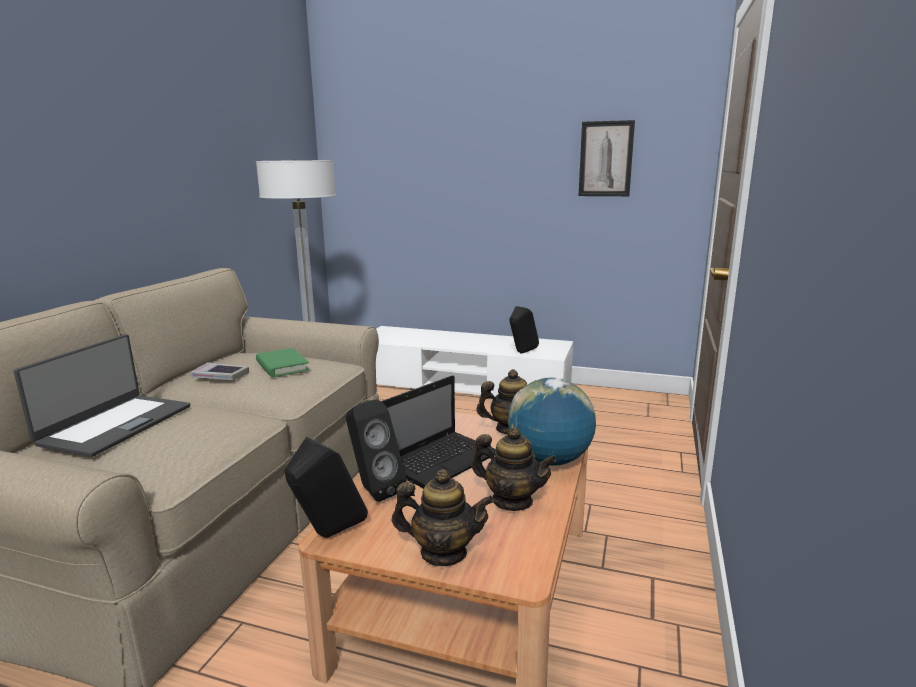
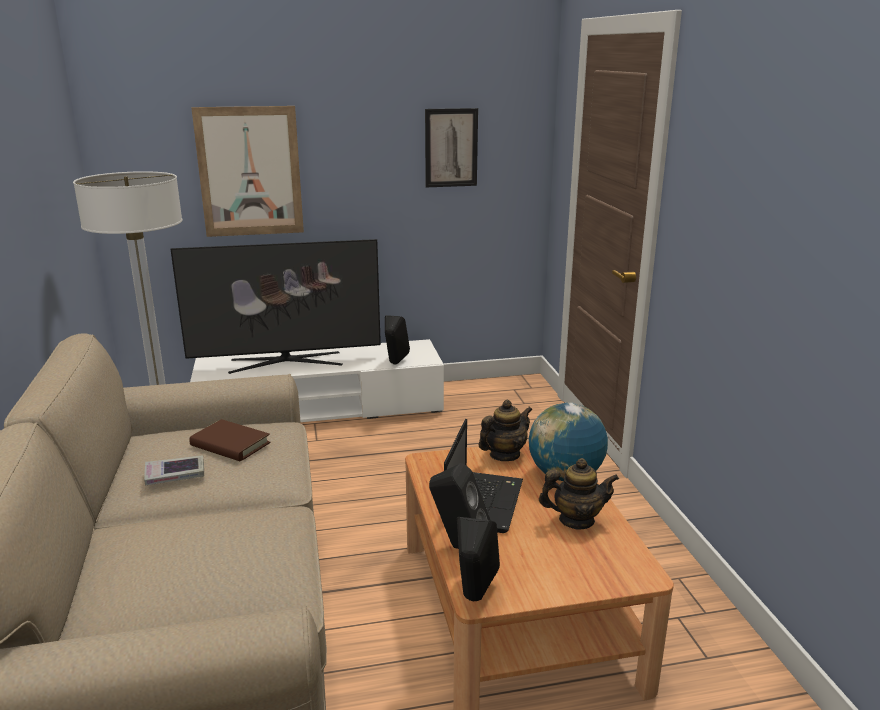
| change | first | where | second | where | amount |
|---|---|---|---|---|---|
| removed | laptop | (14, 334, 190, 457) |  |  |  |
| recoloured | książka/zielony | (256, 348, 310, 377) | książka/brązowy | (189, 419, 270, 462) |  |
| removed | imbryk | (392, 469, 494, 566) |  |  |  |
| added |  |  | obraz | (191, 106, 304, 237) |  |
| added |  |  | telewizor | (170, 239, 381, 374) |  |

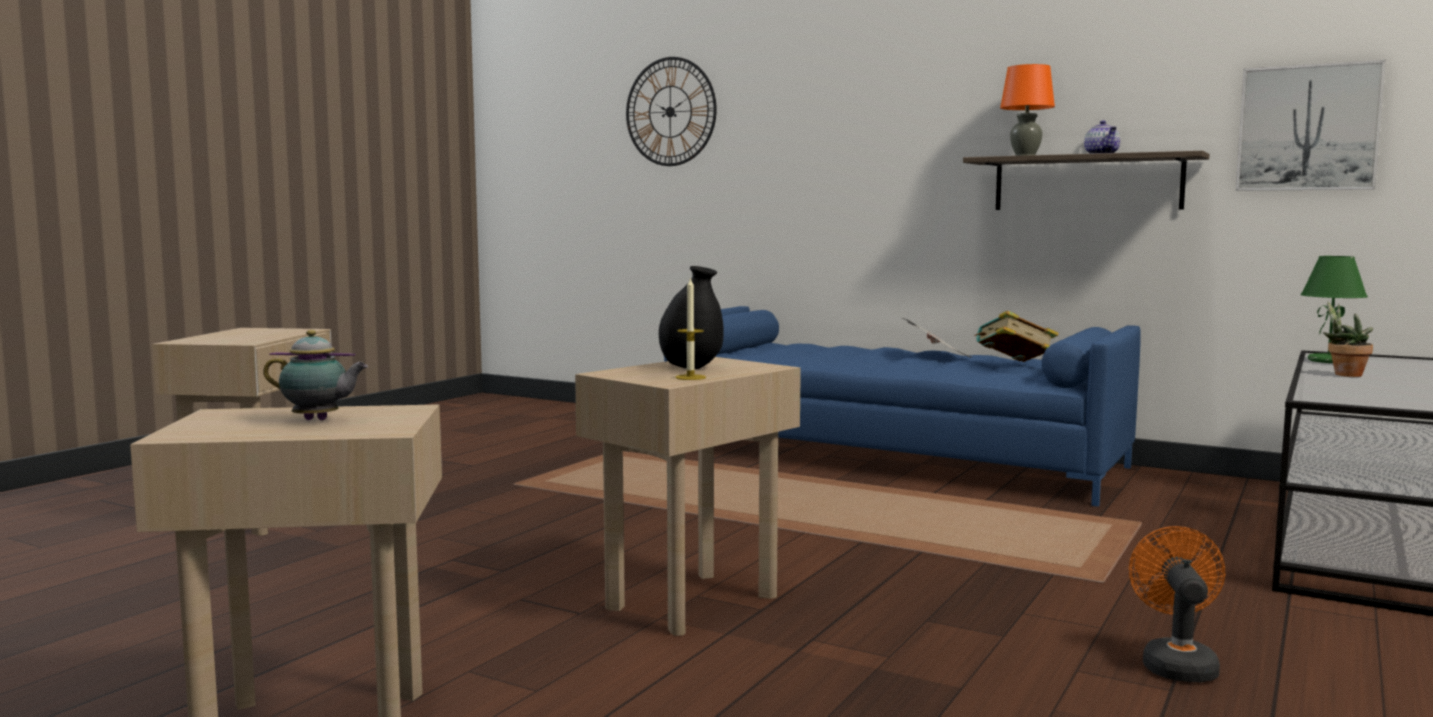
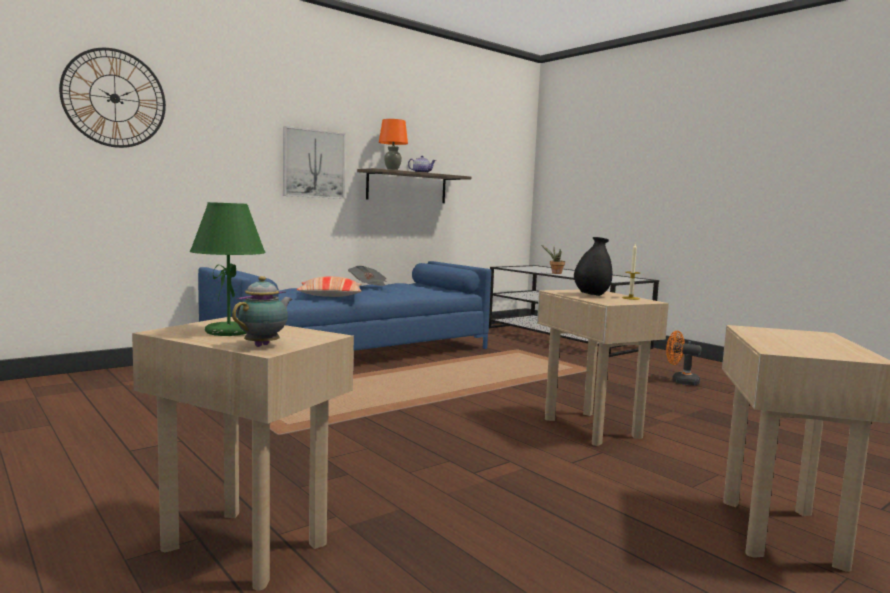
| change | first | where | second | where | amount |
|---|---|---|---|---|---|
| moved | obraz | (1236, 60, 1386, 191) |  | (283, 126, 346, 199) |  |
| moved | lampa stołowa/zielony | (1301, 256, 1368, 363) |  | (190, 202, 266, 336) |  |
| removed | książka | (974, 310, 1058, 362) |  |  |  |
| moved | imbryk | (263, 330, 368, 420) |  | (232, 276, 292, 347) |  |
| added |  |  | poduszka | (296, 276, 362, 297) |  |

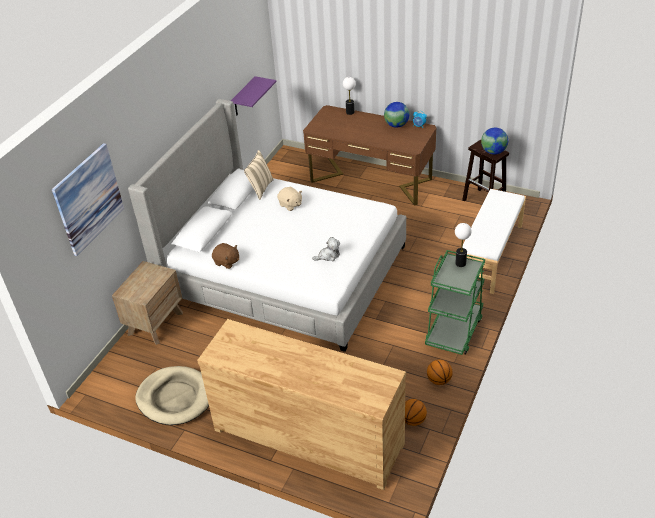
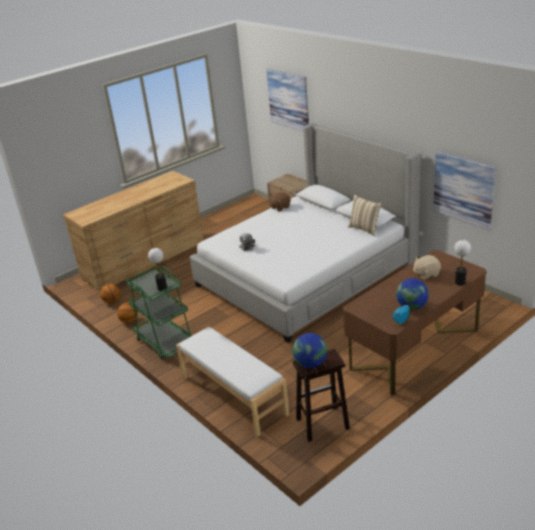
| change | first | where | second | where | amount |
|---|---|---|---|---|---|
| replaced | półka/fioletowy | (231, 76, 276, 115) | obraz | (433, 151, 496, 231) |  |
| moved | pluszak/beżowy | (277, 187, 302, 211) |  | (413, 255, 441, 280) |  |
| removed | legowisko/beżowy | (135, 366, 209, 425) |  |  |  |

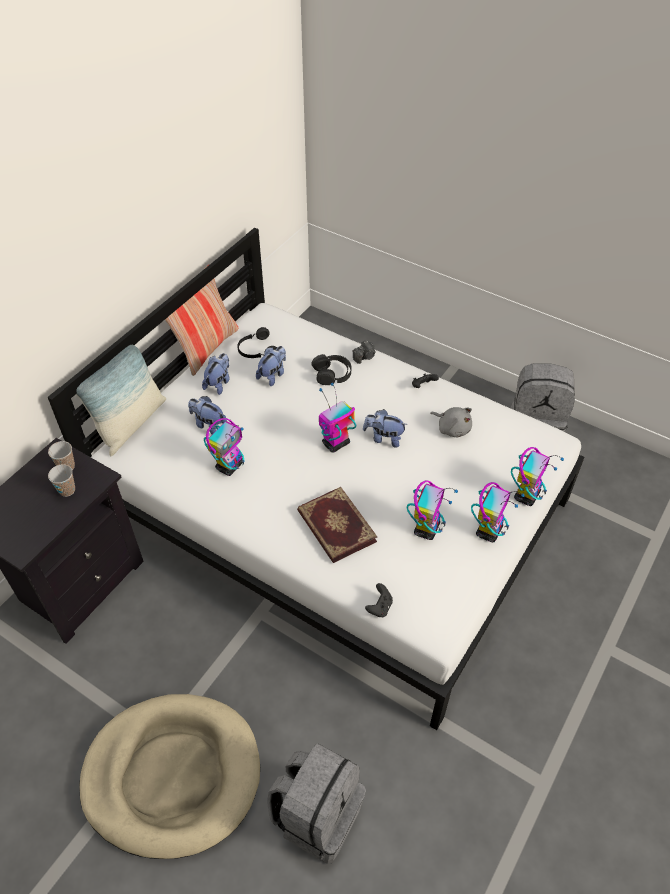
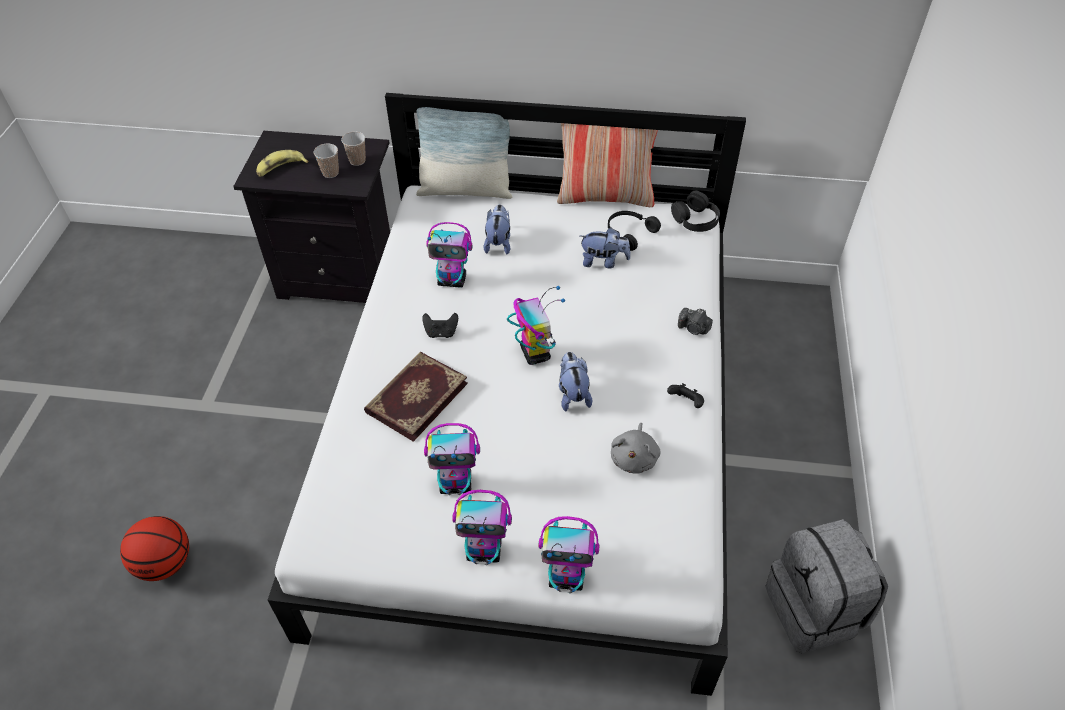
| change | first | where | second | where | amount |
|---|---|---|---|---|---|
| removed | pluszak | (202, 353, 230, 395) |  |  |  |
| moved | słuchawki/czarny | (311, 354, 352, 385) |  | (671, 191, 720, 232) |  |
| turned | robot zabawkowy | (319, 383, 356, 453) |  | (507, 286, 565, 365) | 45 degrees clockwise |
| moved | pad do gier/czarny | (365, 583, 393, 617) |  | (422, 313, 458, 338) |  |
| removed | legowisko/beżowy | (79, 694, 260, 859) |  |  |  |
| replaced | plecak/szary | (267, 743, 366, 864) | piłka do koszykówki | (120, 516, 189, 581) |  |
| added |  |  | banan | (256, 150, 309, 177) |  |

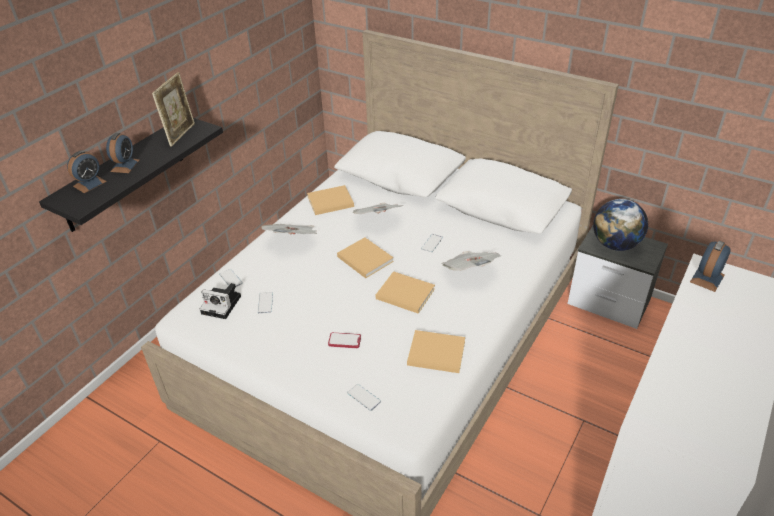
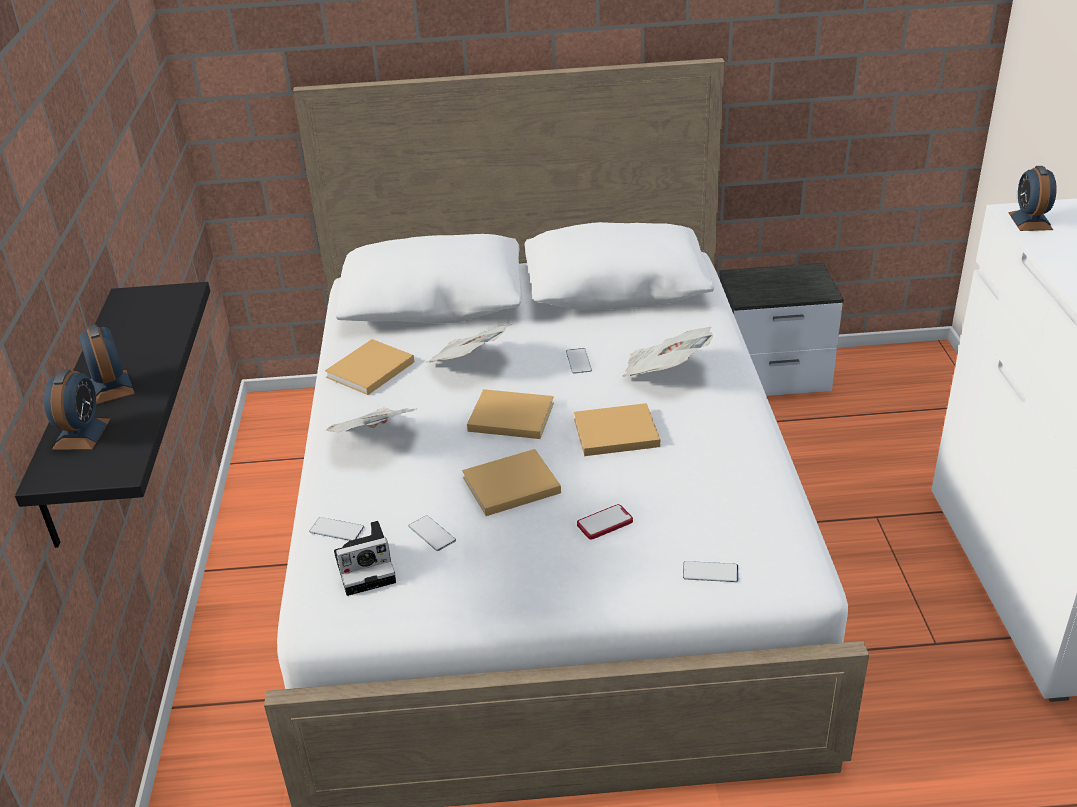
| change | first | where | second | where | amount |
|---|---|---|---|---|---|
| removed | ramka na zdjęcie | (152, 72, 195, 147) |  |  |  |
| removed | globus | (593, 199, 648, 251) |  |  |  |
| moved | książka/beżowy | (407, 330, 465, 373) |  | (462, 449, 561, 516) |  |

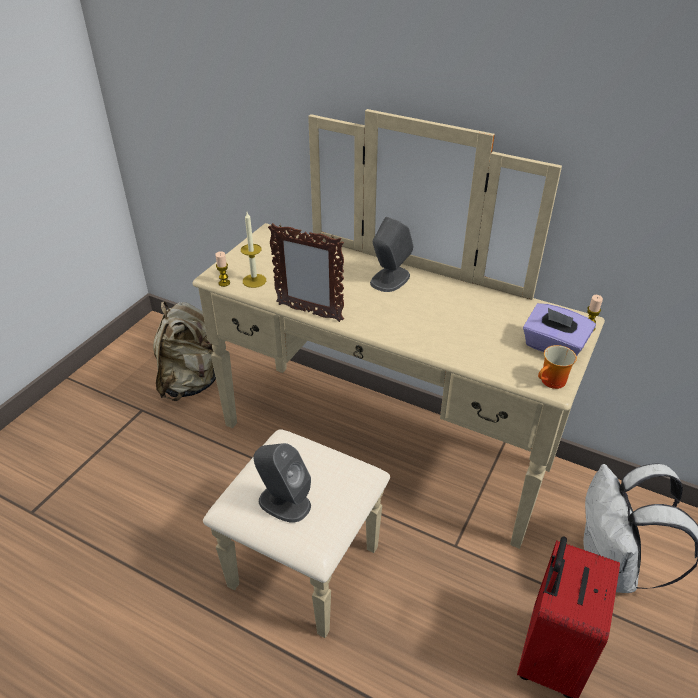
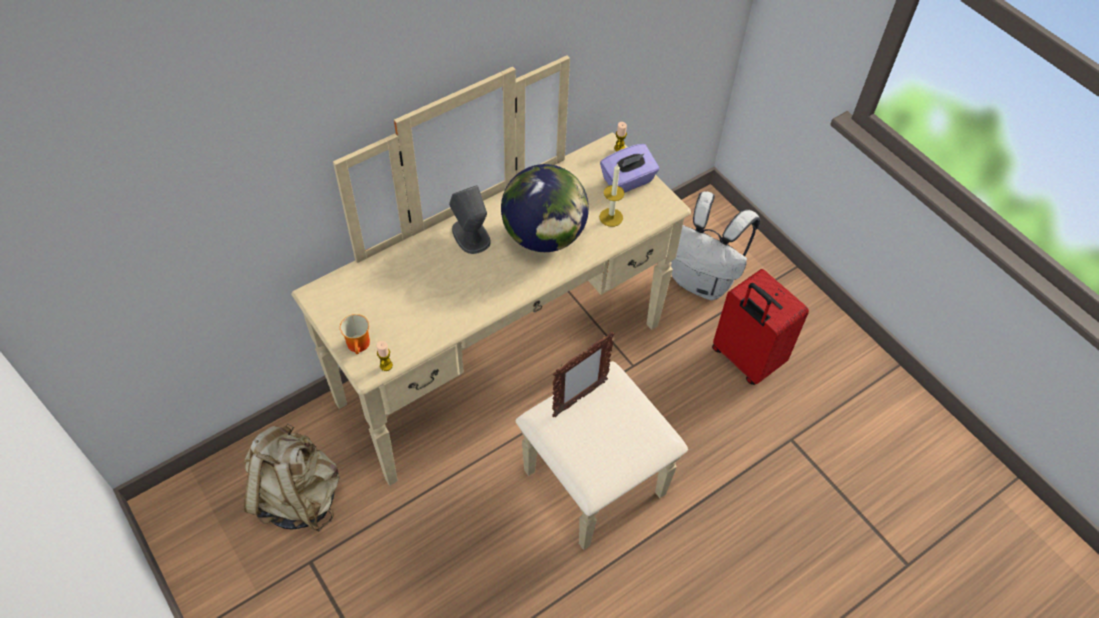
| change | first | where | second | where | amount |
|---|---|---|---|---|---|
| moved | świeca | (241, 212, 266, 288) |  | (599, 163, 625, 227) |  |
| moved | ramka na zdjęcie | (268, 223, 344, 322) |  | (552, 332, 615, 417) |  |
| moved | kubek | (538, 345, 577, 389) |  | (340, 314, 370, 354) |  |
| removed | głośnik/szary | (253, 443, 311, 523) |  |  |  |
| added |  |  | globus | (501, 164, 589, 252) |  |

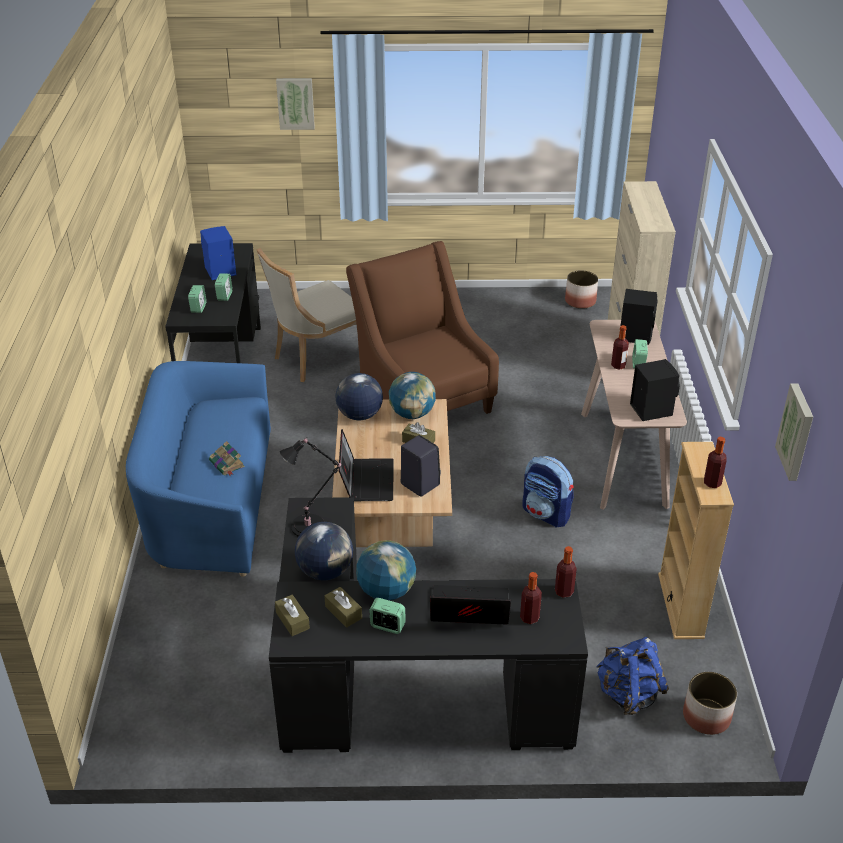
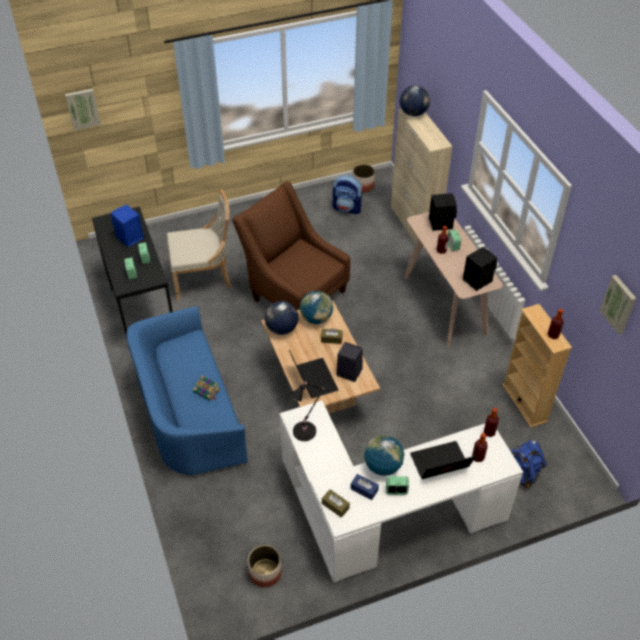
| change | first | where | second | where | amount |
|---|---|---|---|---|---|
| moved | obraz | (276, 78, 315, 130) |  | (65, 89, 101, 131) |  |
| turned | krzesło/beżowy | (257, 248, 356, 382) |  | (167, 189, 231, 301) | 135 degrees counterclockwise |
| moved | plecak | (522, 456, 574, 527) |  | (332, 175, 363, 215) |  |
| recoloured | biurko/czarny | (269, 497, 588, 753) | biurko/biały | (280, 400, 523, 583) |  |
| moved | globus | (295, 522, 353, 580) |  | (400, 85, 430, 116) |  |
| recoloured | pudełko chusteczek/brązowy | (324, 587, 362, 628) | pudełko chusteczek/niebieski | (350, 474, 379, 500) |  |
| moved | donica | (683, 672, 737, 735) |  | (248, 545, 282, 587) |  |

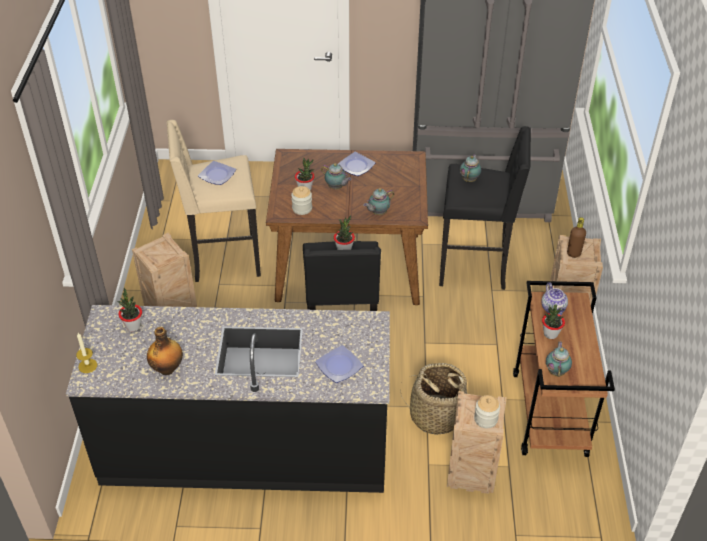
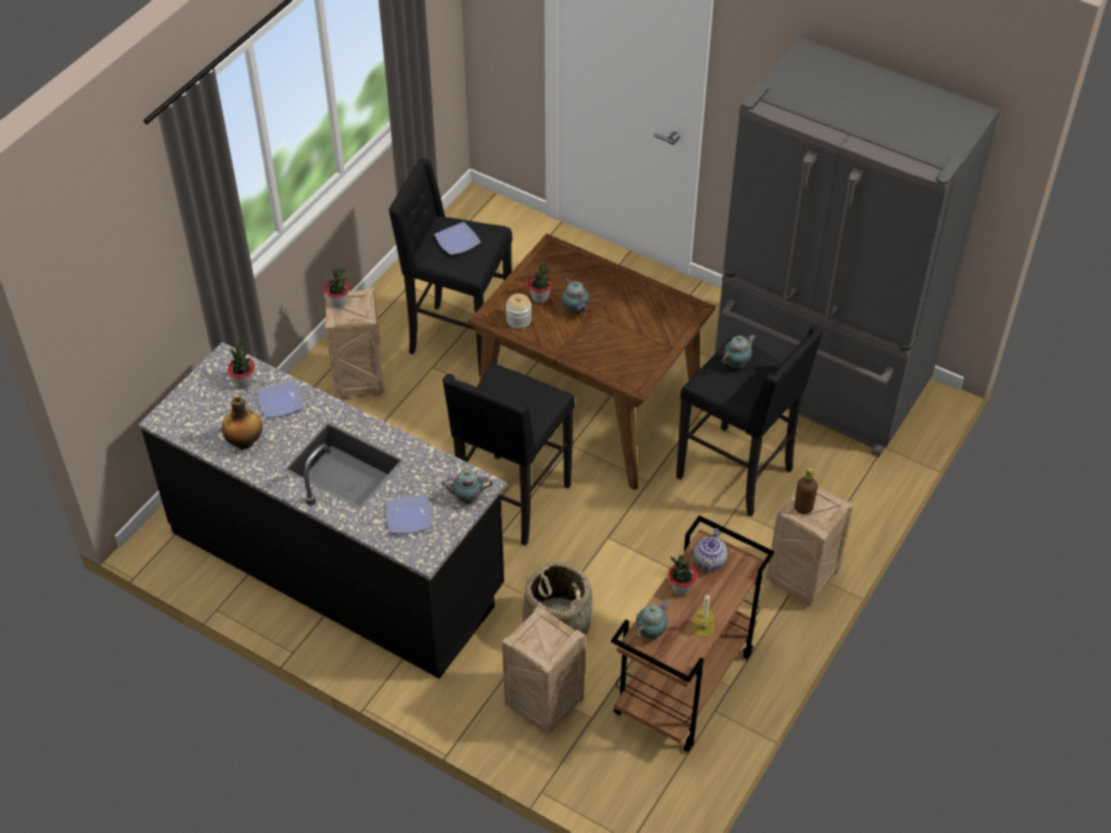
| change | first | where | second | where | amount |
|---|---|---|---|---|---|
| recoloured | stołek/beżowy | (167, 120, 261, 282) | stołek/czarny | (388, 158, 512, 376) |  |
| moved | talerz | (338, 152, 376, 176) |  | (257, 381, 303, 418) |  |
| moved | imbryk | (363, 188, 394, 215) |  | (441, 469, 493, 504) |  |
| moved | roślina doniczkowa | (334, 215, 355, 250) |  | (325, 267, 349, 308) |  |
| moved | świeca | (76, 333, 97, 373) |  | (693, 594, 715, 637) |  |
| removed | słoik | (474, 395, 500, 428) |  |  |  |

